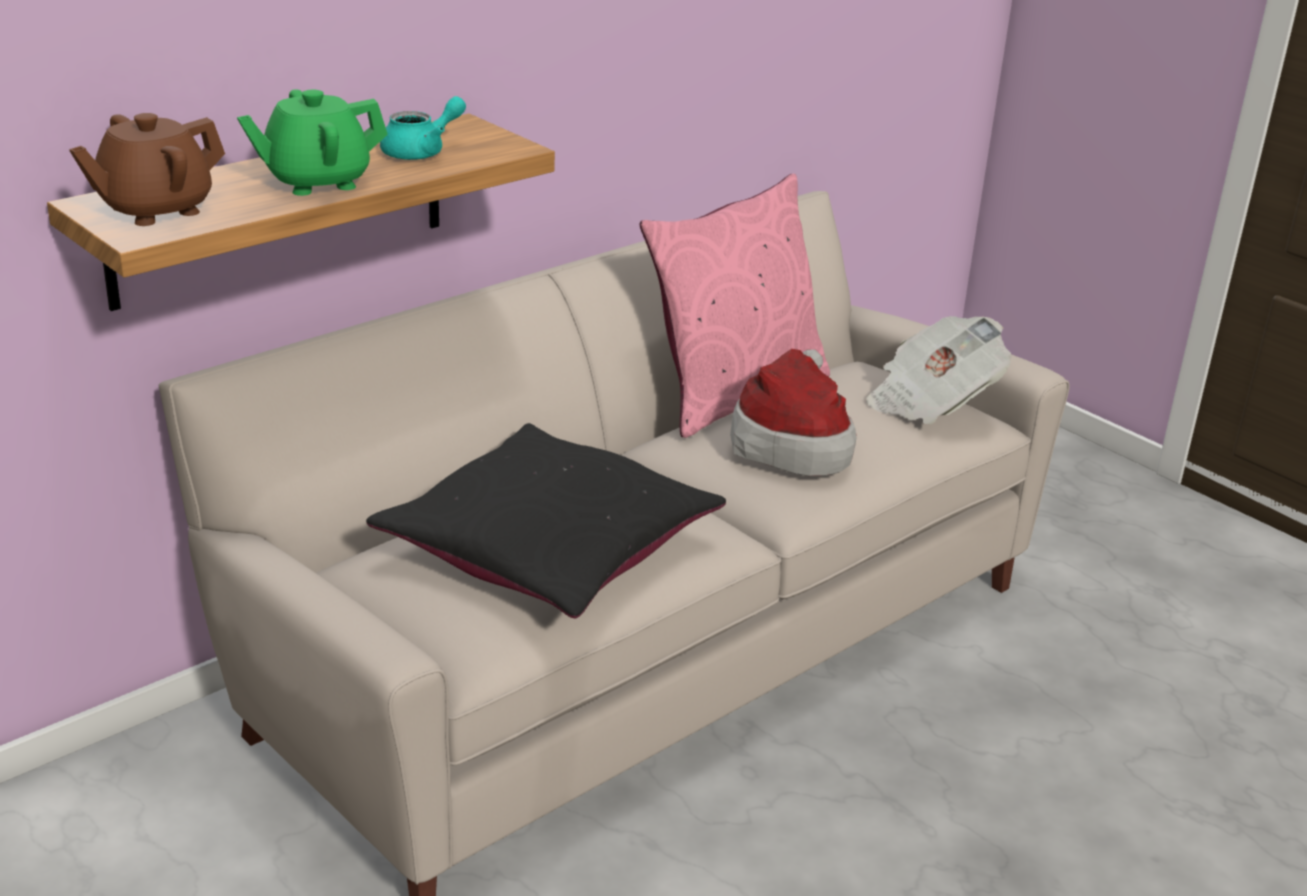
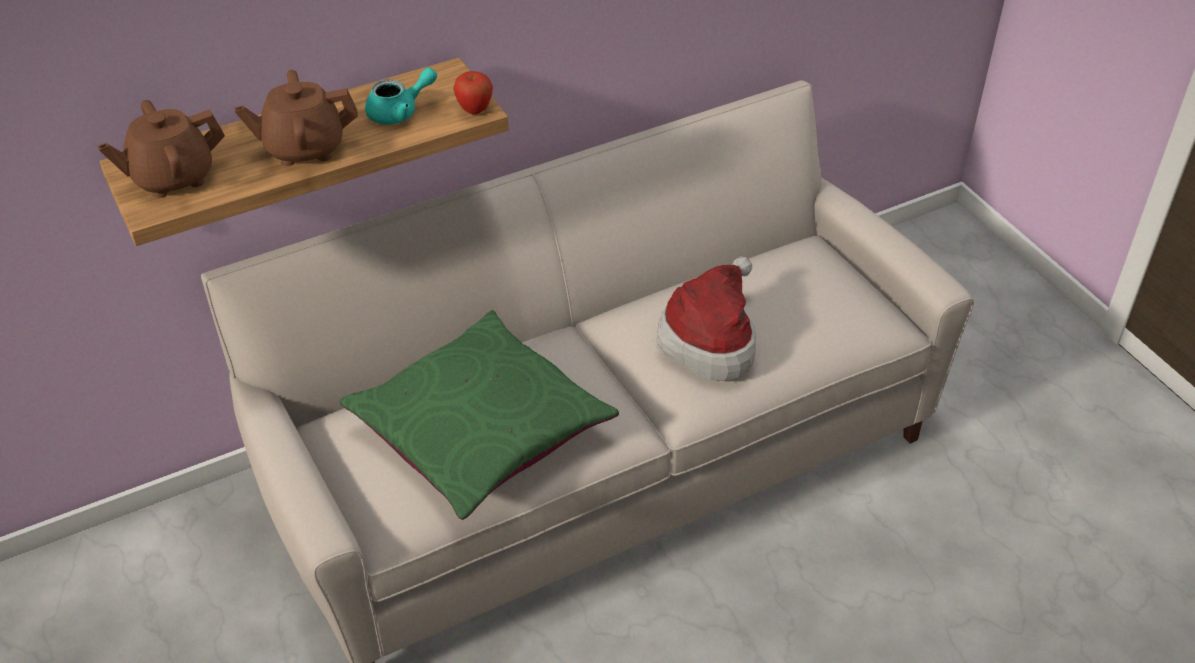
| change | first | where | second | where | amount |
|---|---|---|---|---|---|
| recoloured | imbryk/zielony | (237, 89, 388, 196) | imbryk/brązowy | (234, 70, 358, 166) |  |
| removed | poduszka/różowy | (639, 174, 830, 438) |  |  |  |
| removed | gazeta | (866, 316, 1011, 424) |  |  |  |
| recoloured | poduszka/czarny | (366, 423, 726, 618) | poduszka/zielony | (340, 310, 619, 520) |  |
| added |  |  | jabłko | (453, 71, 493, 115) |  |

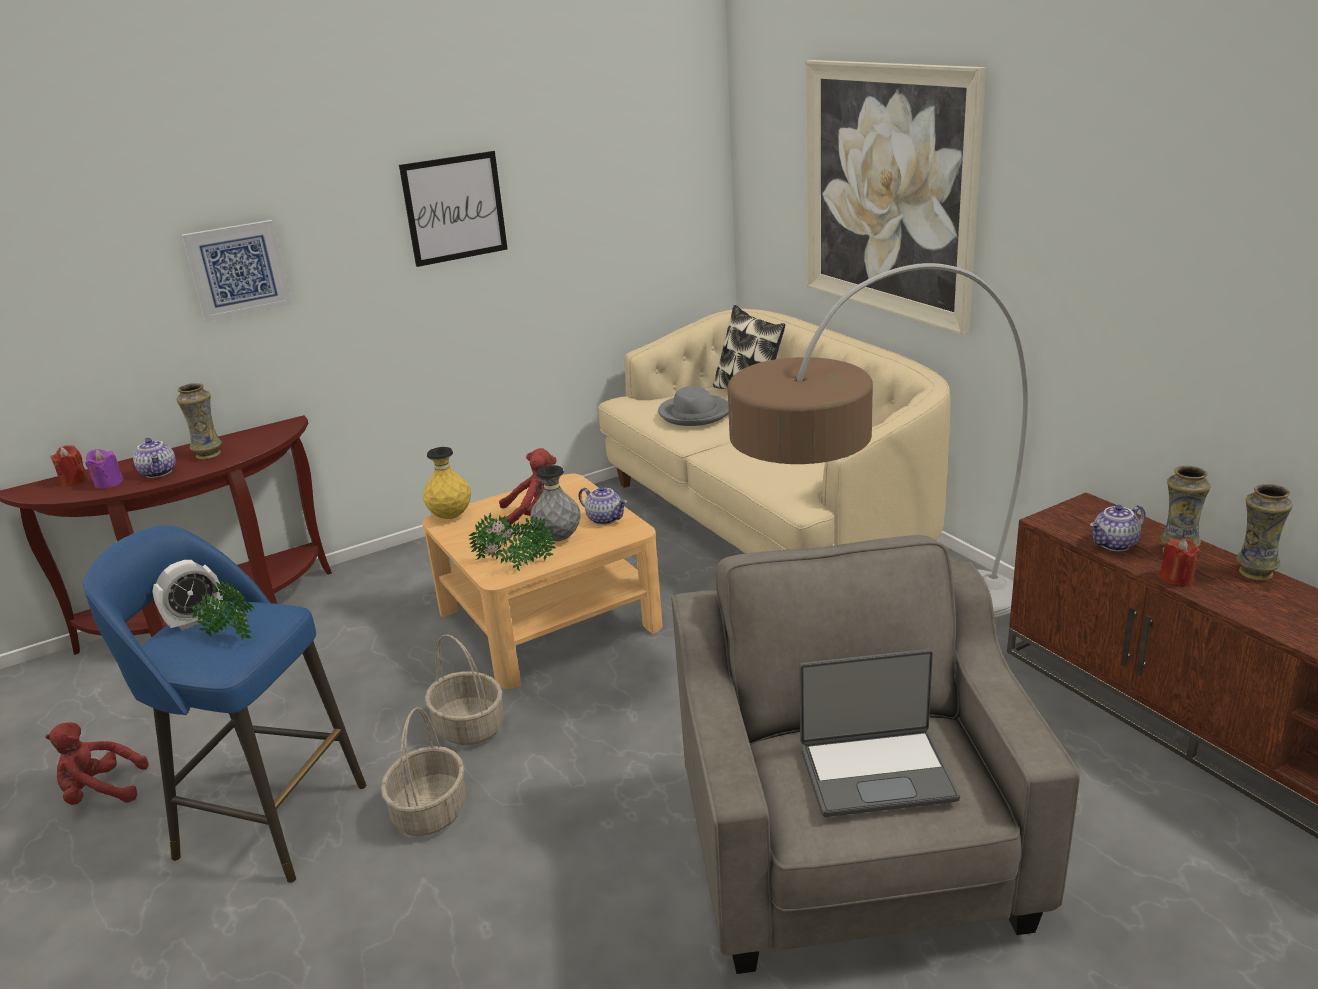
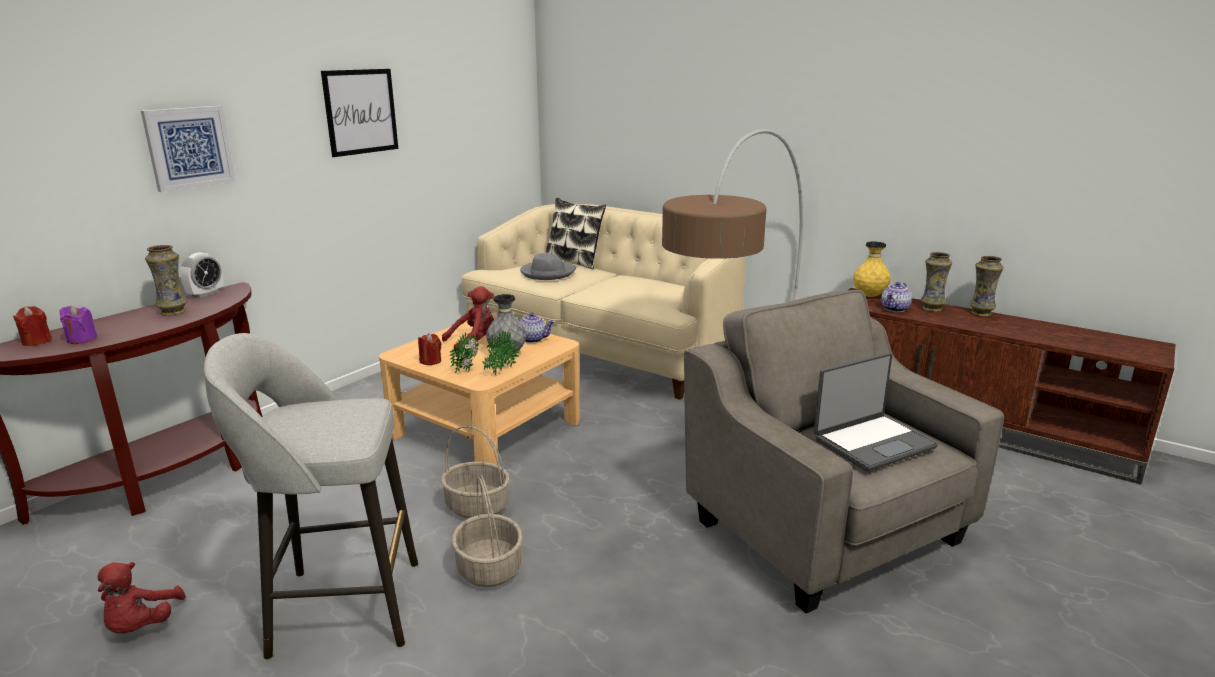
| change | first | where | second | where | amount |
|---|---|---|---|---|---|
| removed | obraz | (805, 60, 986, 335) |  |  |  |
| removed | imbryk | (133, 437, 176, 478) |  |  |  |
| moved | wazon/żółty | (423, 447, 471, 519) |  | (853, 241, 891, 297) |  |
| recoloured | stołek/niebieski | (83, 525, 366, 883) | stołek/szary | (204, 333, 418, 660) |  |
| moved | świeca/czerwony | (1159, 538, 1200, 587) |  | (418, 333, 441, 365) |  |
| moved | budzik | (153, 560, 223, 631) |  | (180, 252, 224, 298) |  |
| removed | roślina doniczkowa | (190, 580, 254, 641) |  |  |  |
| turned | pluszak/czerwony | (46, 722, 149, 805) |  | (98, 562, 186, 633) | 60 degrees counterclockwise |

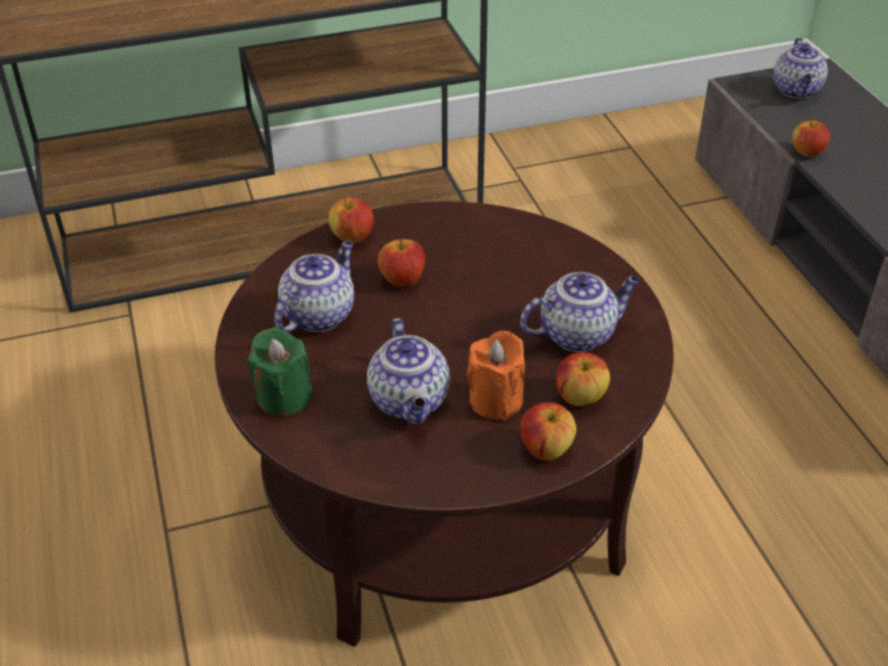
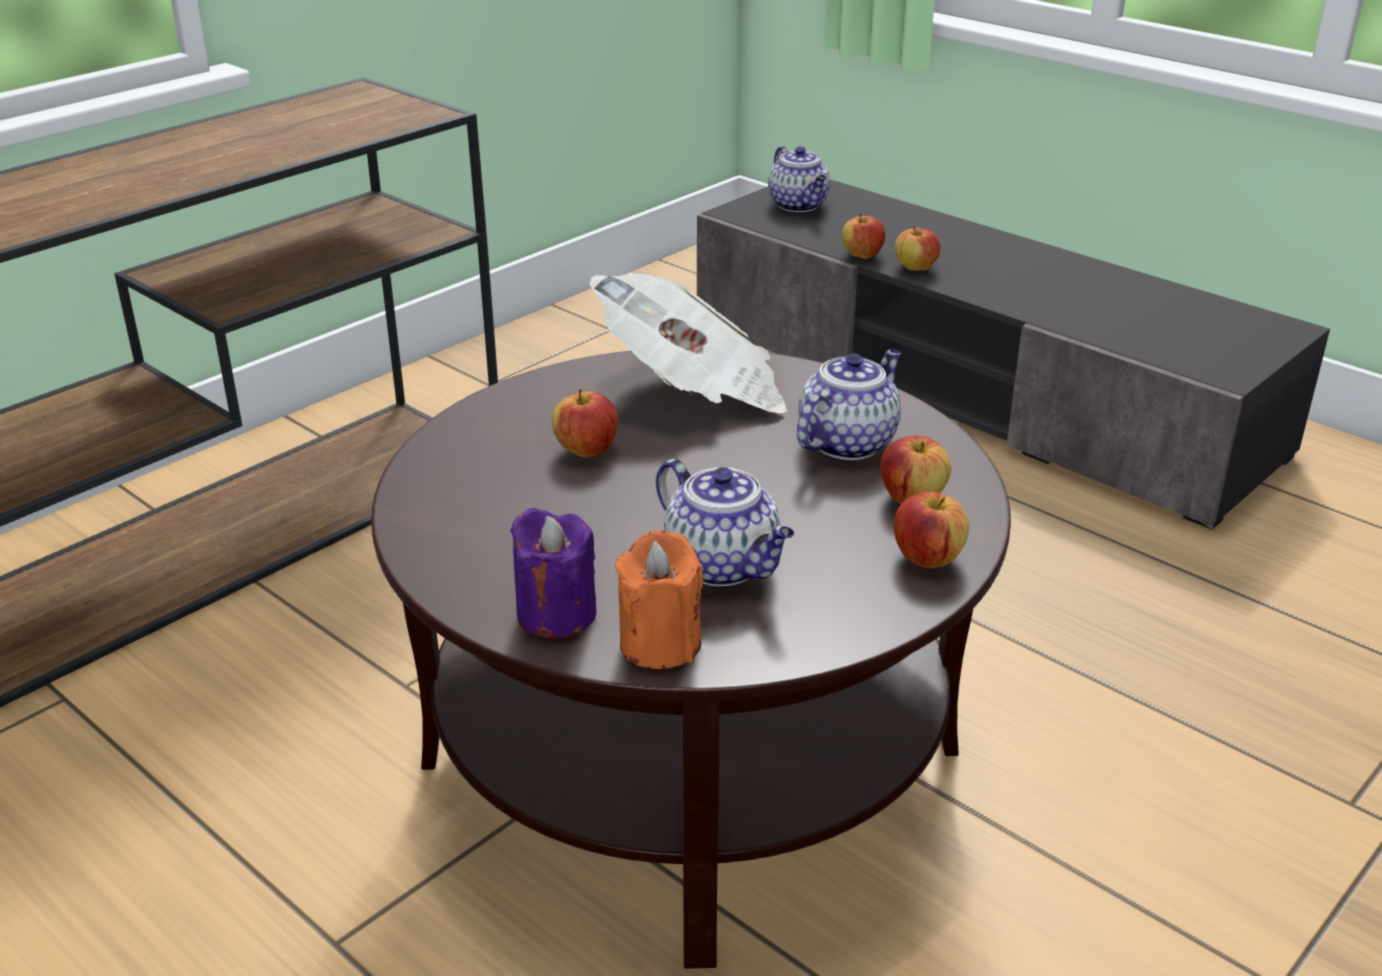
| change | first | where | second | where | amount |
|---|---|---|---|---|---|
| moved | jabłko | (329, 197, 374, 243) |  | (895, 227, 940, 271) |  |
| removed | imbryk | (274, 241, 354, 332) |  |  |  |
| recoloured | świeca/zielony | (247, 327, 313, 416) | świeca/fioletowy | (510, 508, 596, 638) |  |
| moved | świeca/pomarańczowy | (467, 331, 525, 420) |  | (615, 530, 703, 669) |  |
| added |  |  | gazeta | (590, 273, 787, 413) |  |

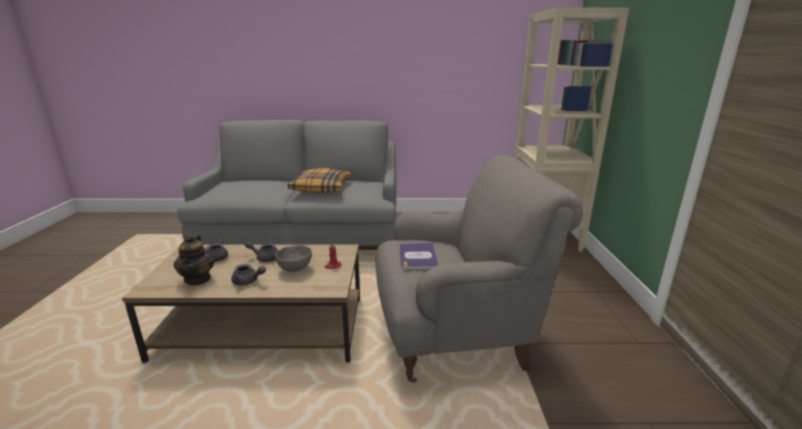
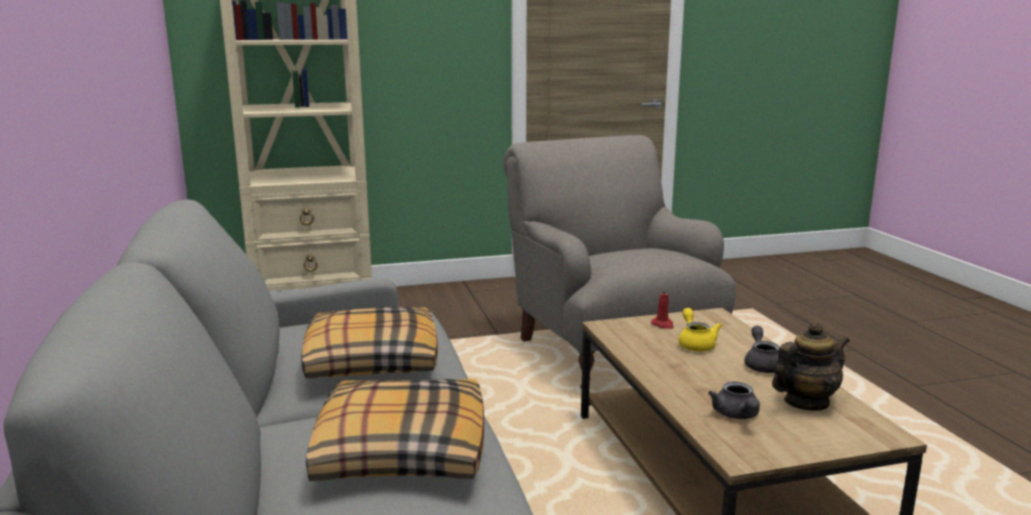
| change | first | where | second | where | amount |
|---|---|---|---|---|---|
| removed | imbryk/szary | (245, 239, 279, 262) |  |  |  |
| removed | książka | (399, 243, 439, 270) |  |  |  |
| replaced | miska/szary | (275, 245, 312, 272) | imbryk/żółty | (678, 308, 722, 352) |  |
| added |  |  | poduszka | (306, 379, 484, 481) |  |

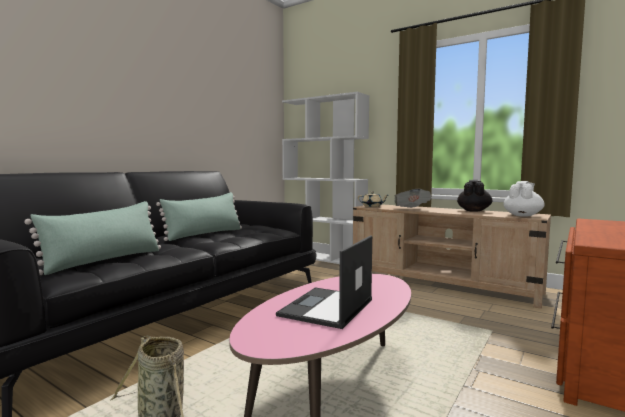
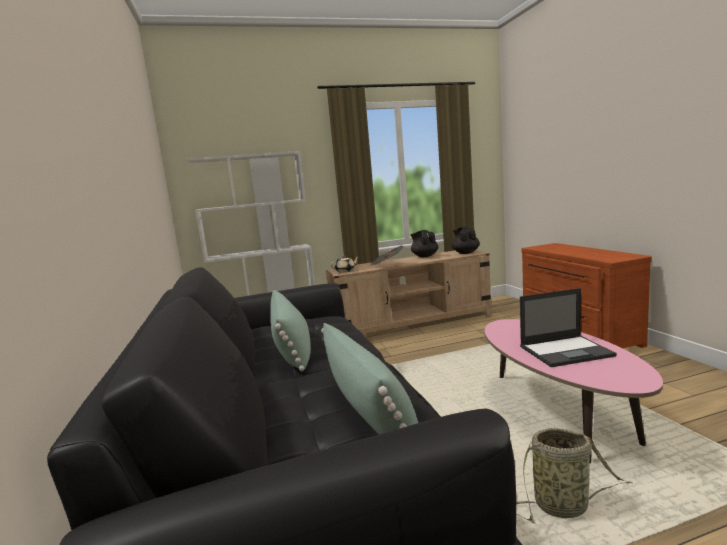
| change | first | where | second | where | amount |
|---|---|---|---|---|---|
| recoloured | imbryk/biały | (504, 181, 545, 216) | imbryk/czarny | (451, 226, 480, 254) |  |
| turned | laptop | (276, 235, 372, 329) |  | (520, 288, 617, 367) | 75 degrees counterclockwise |

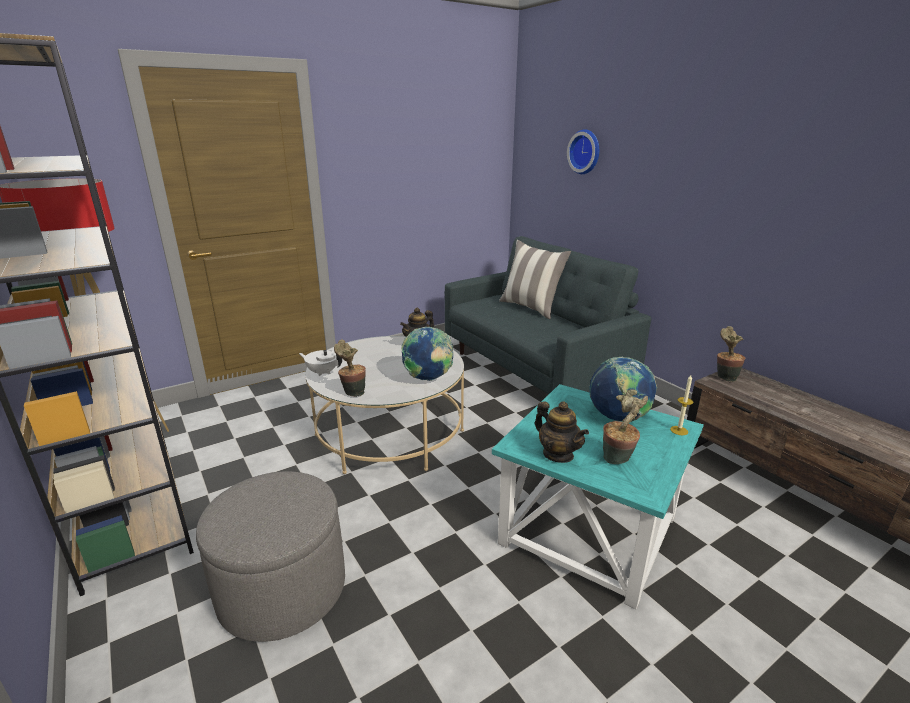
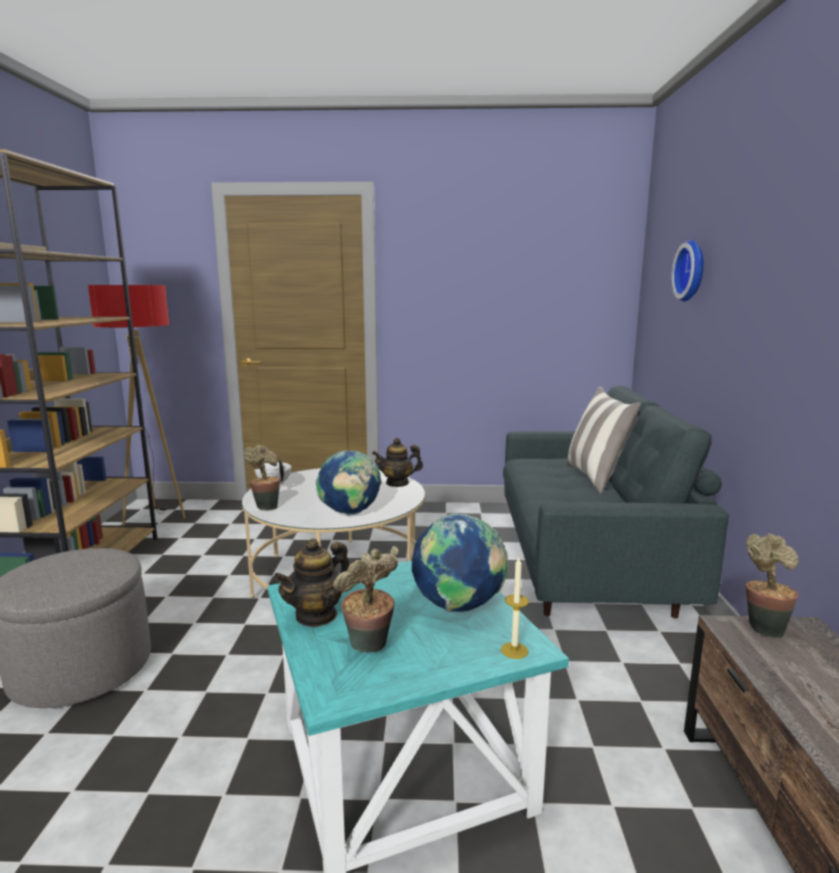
| change | first | where | second | where | amount |
|---|---|---|---|---|---|
| turned | imbryk | (535, 401, 589, 463) |  | (274, 538, 349, 627) | 45 degrees clockwise |

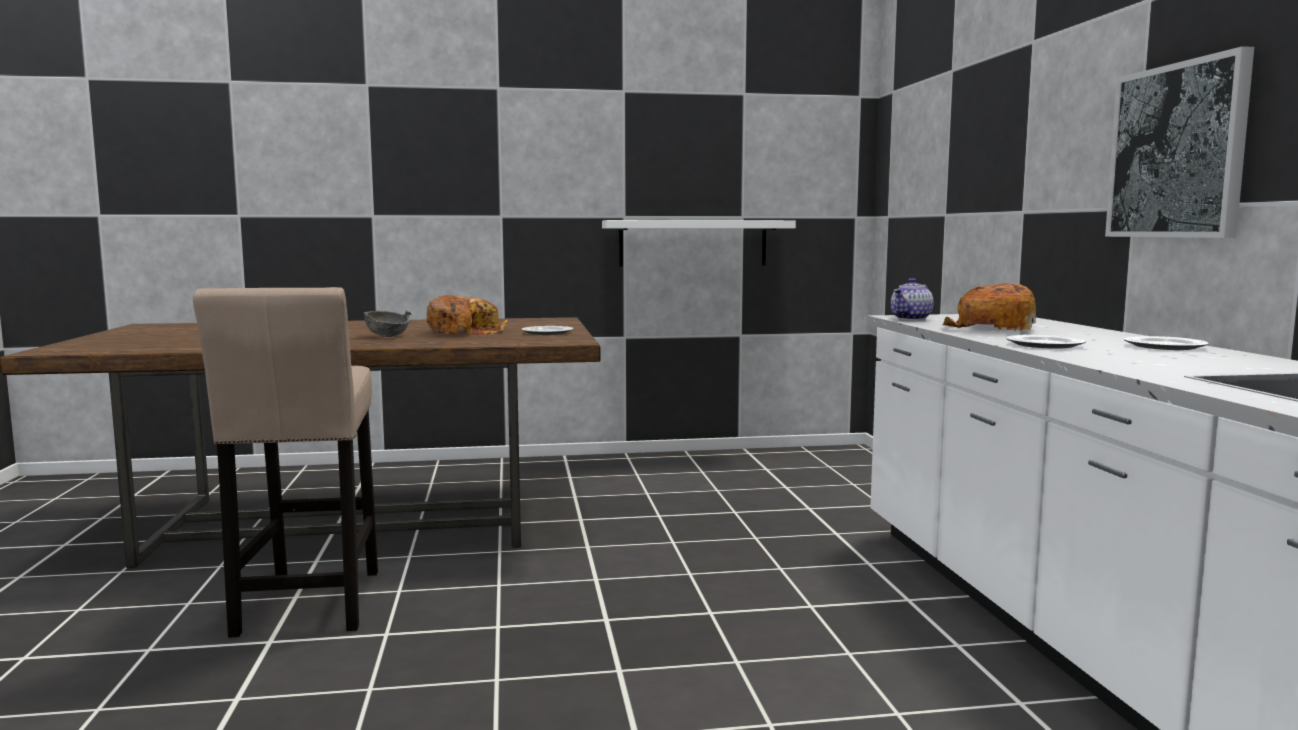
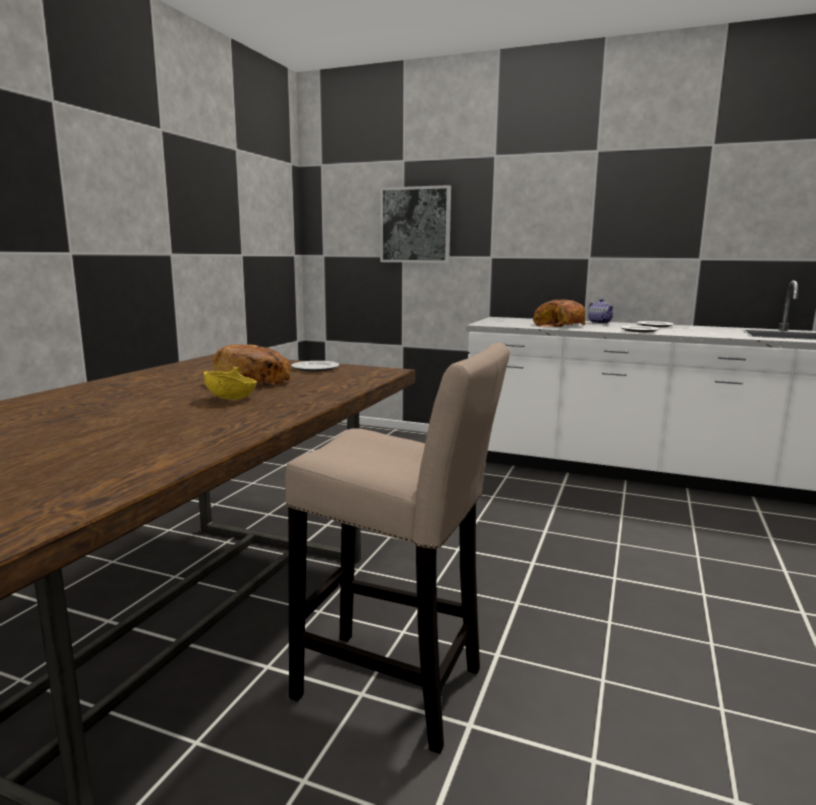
| change | first | where | second | where | amount |
|---|---|---|---|---|---|
| moved | obraz | (1105, 46, 1254, 238) |  | (380, 185, 451, 263) |  |
| removed | półka/biały | (602, 220, 796, 266) |  |  |  |
| moved | imbryk | (891, 278, 933, 320) |  | (588, 299, 614, 324) |  |
| recoloured | miska/szary | (363, 310, 411, 337) | miska/żółty | (203, 367, 257, 400) |  |

